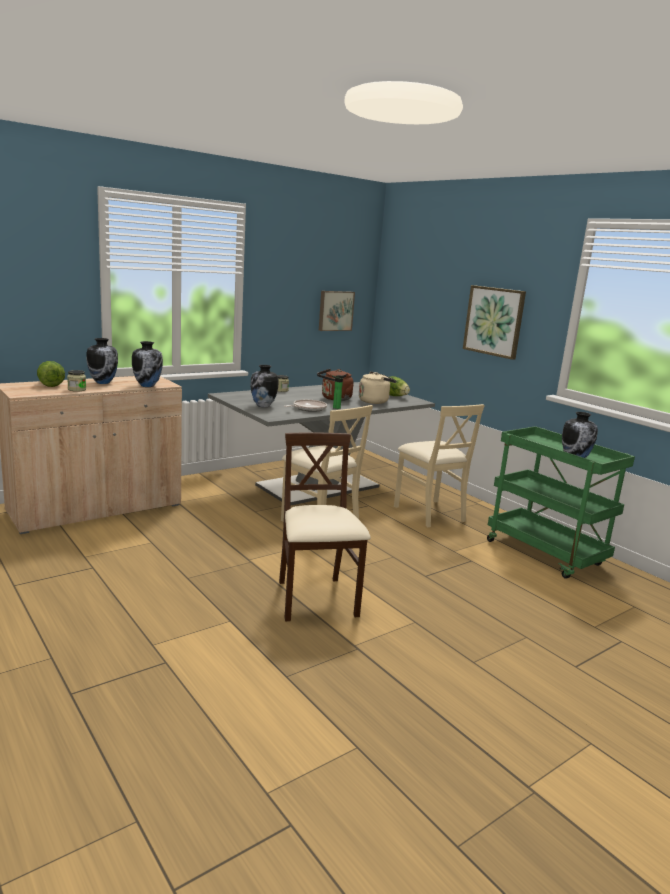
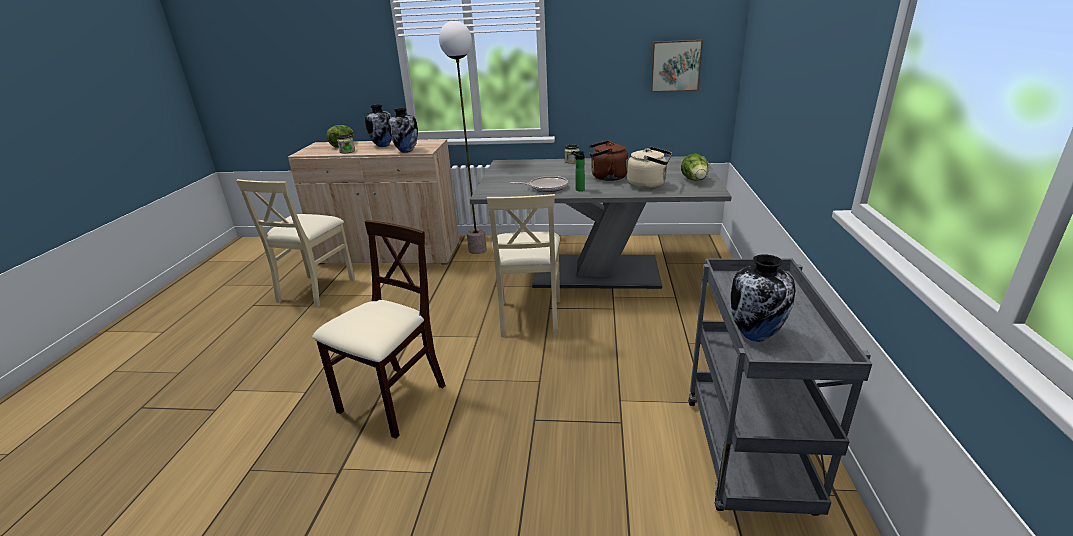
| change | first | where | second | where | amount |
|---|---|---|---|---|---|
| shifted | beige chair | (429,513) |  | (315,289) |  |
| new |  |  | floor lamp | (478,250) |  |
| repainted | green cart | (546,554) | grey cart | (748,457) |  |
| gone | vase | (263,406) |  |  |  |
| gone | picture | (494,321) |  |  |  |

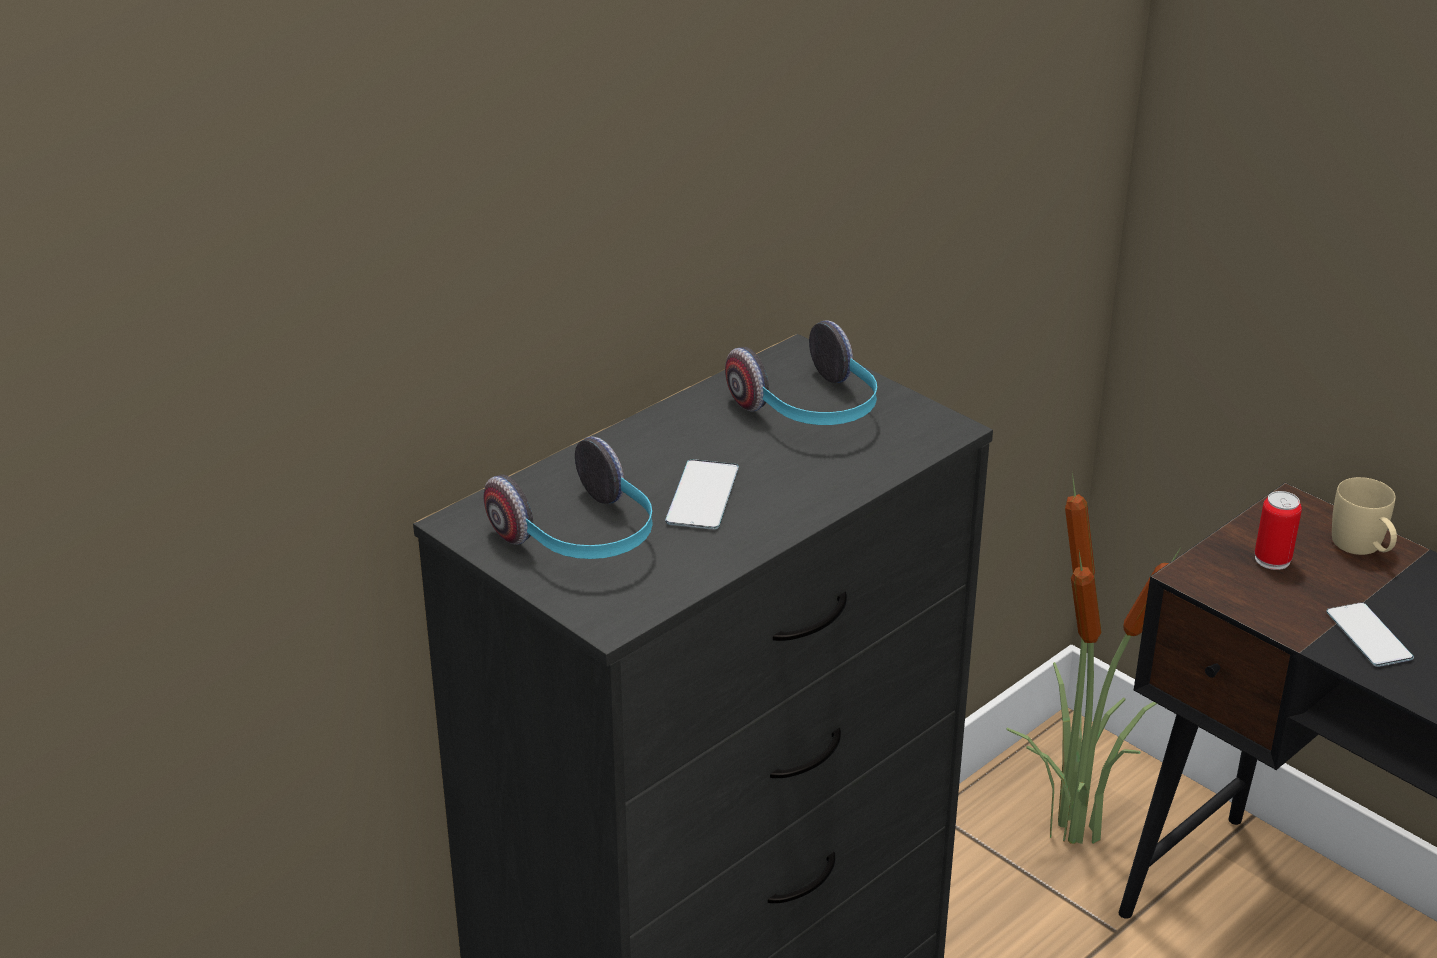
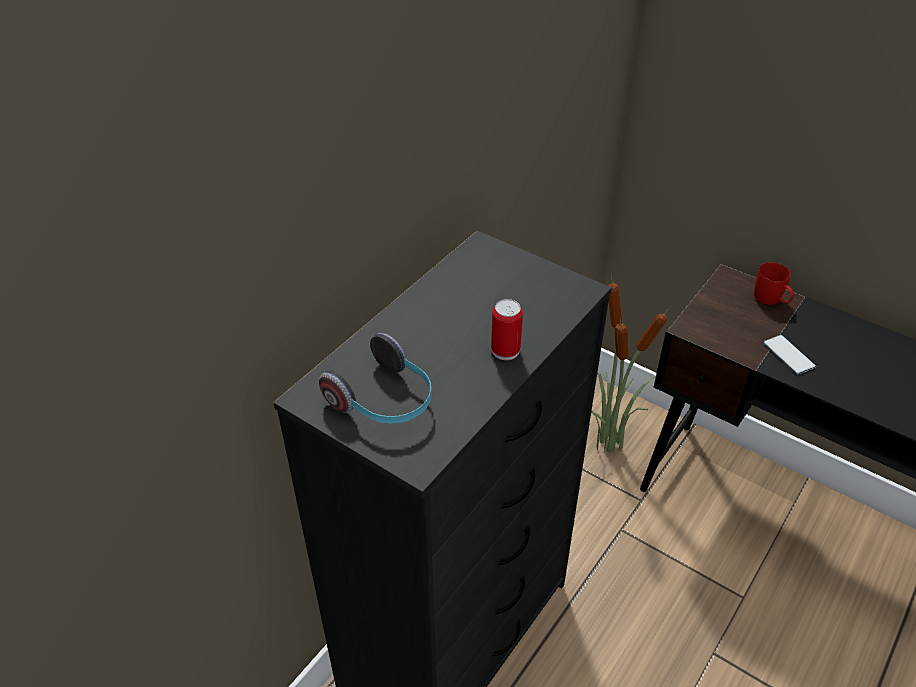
| change | first | where | second | where | amount |
|---|---|---|---|---|---|
| shifted | can | (1272,559) |  | (505,350) |  |
| repainted | beige mug | (1362,548) | red mug | (771,300) |  |
| gone | phone | (702,495) |  |  |  |
| gone | headphones | (810,410) |  |  |  |

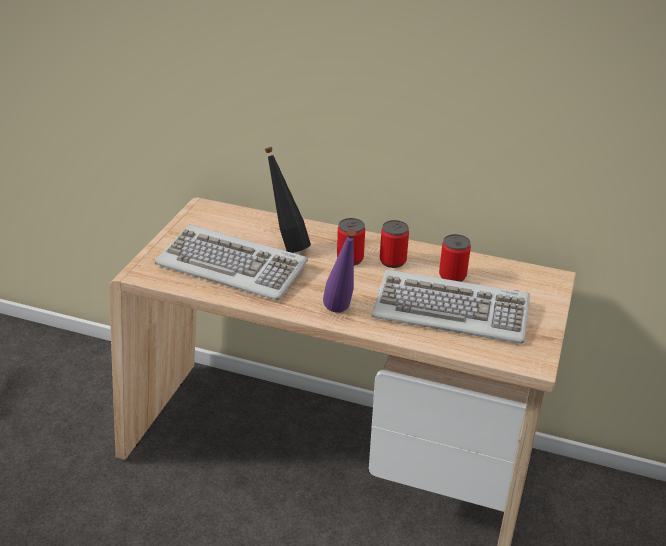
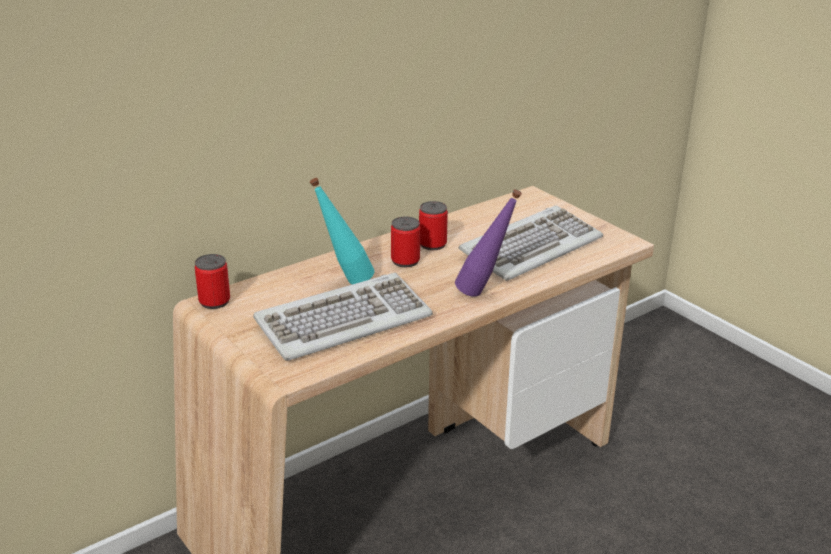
| change | first | where | second | where | amount |
|---|---|---|---|---|---|
| shifted | can | (452,276) |  | (214,301) |  |
| repainted | black bottle | (287,246) | turquoise bottle | (344,282) |  |

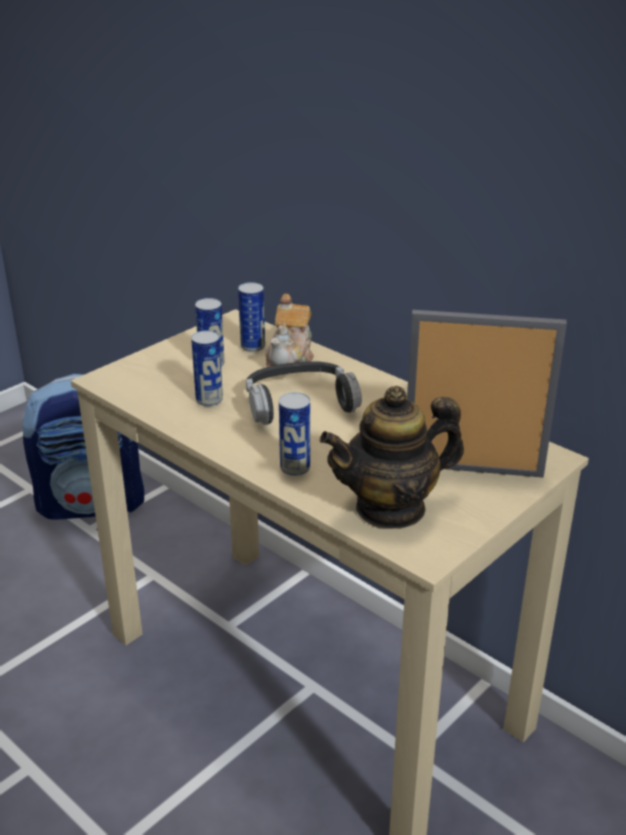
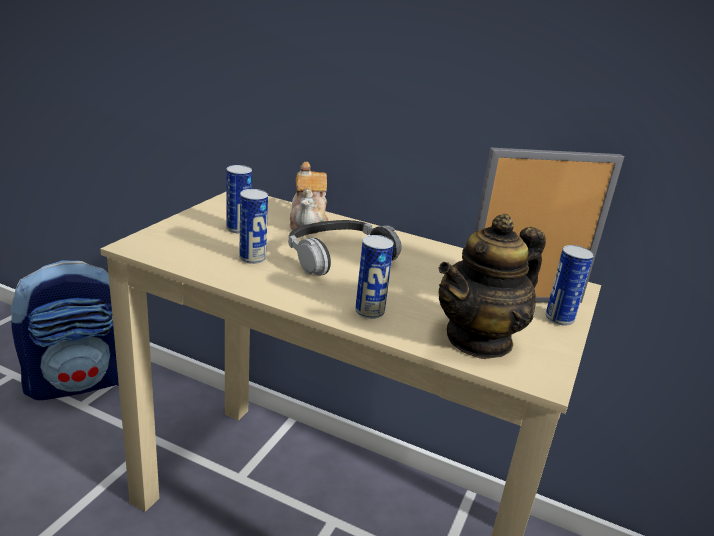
| change | first | where | second | where | amount |
|---|---|---|---|---|---|
| shifted | can | (253,346) |  | (559,318) |  |

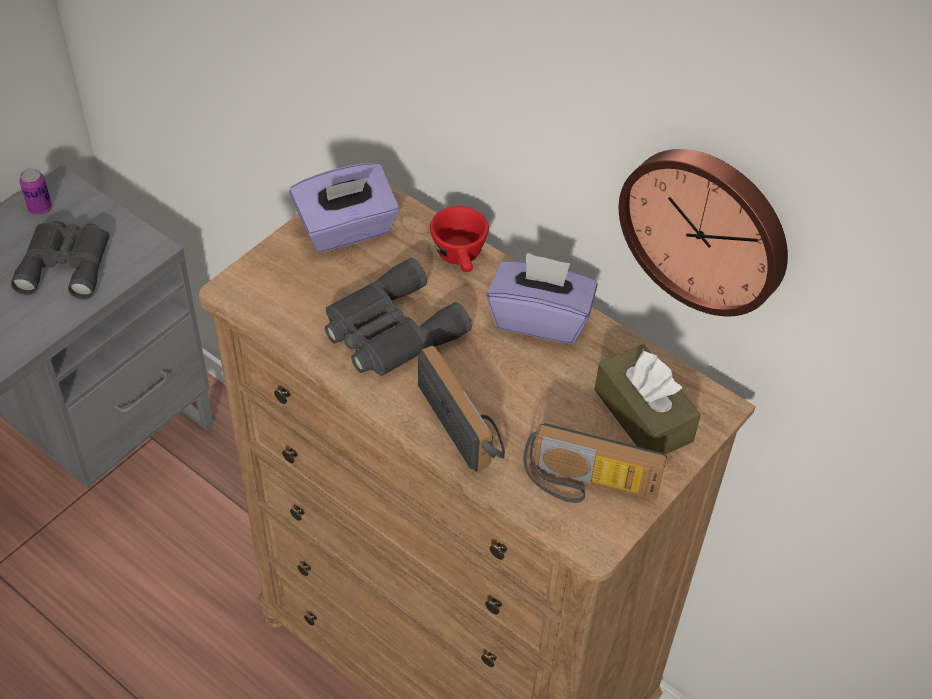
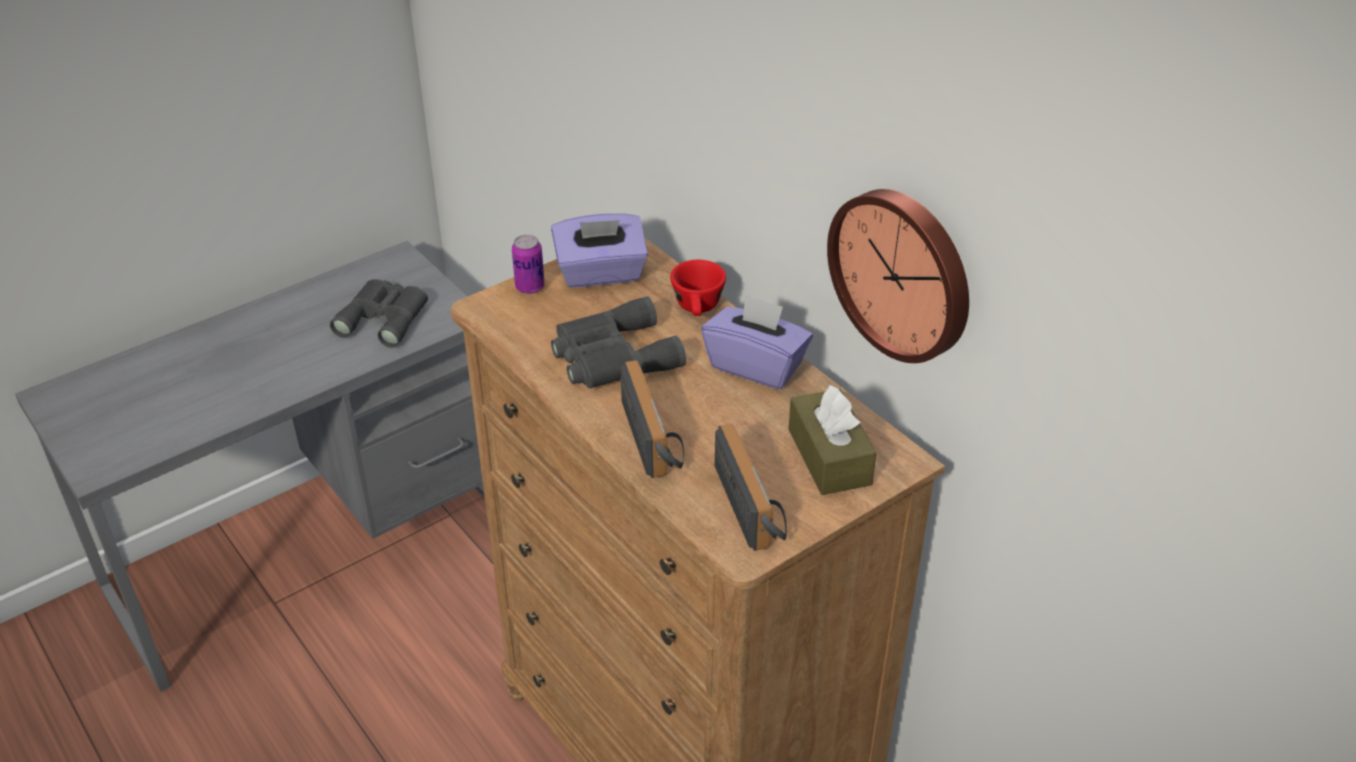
| change | first | where | second | where | amount |
|---|---|---|---|---|---|
| shifted | can | (40,208) |  | (530,287) |  |
| rotated | radio | (588,487) |  | (755,506) | 135 degrees counterclockwise |

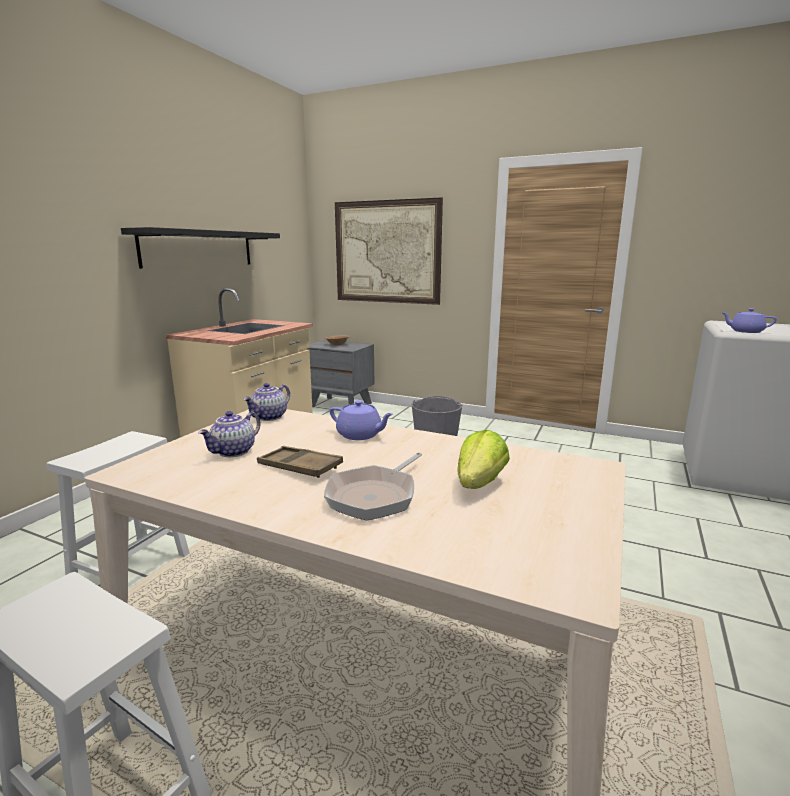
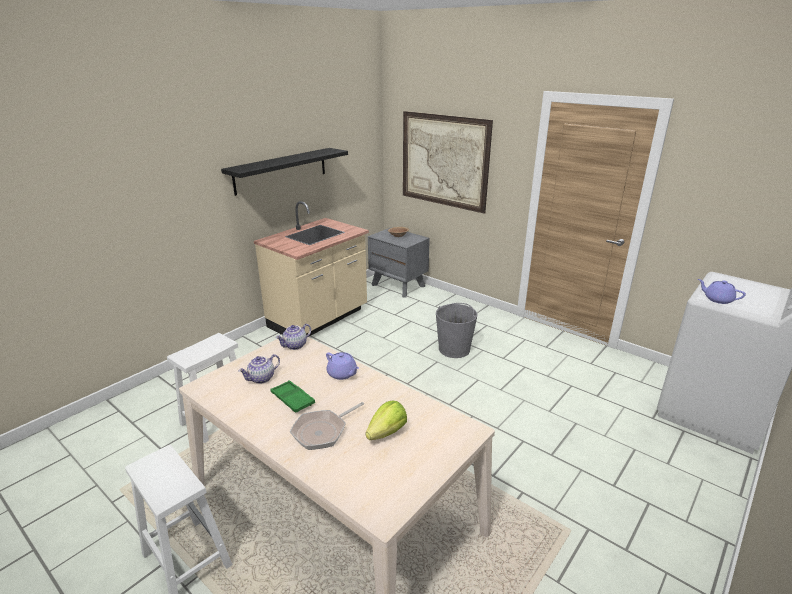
| change | first | where | second | where | amount |
|---|---|---|---|---|---|
| repainted | brown tray | (299,467) | green tray | (292,399) |  |

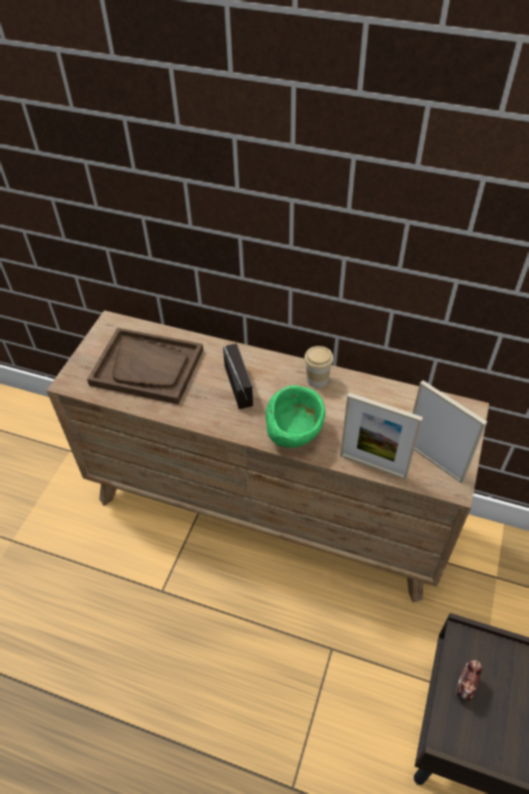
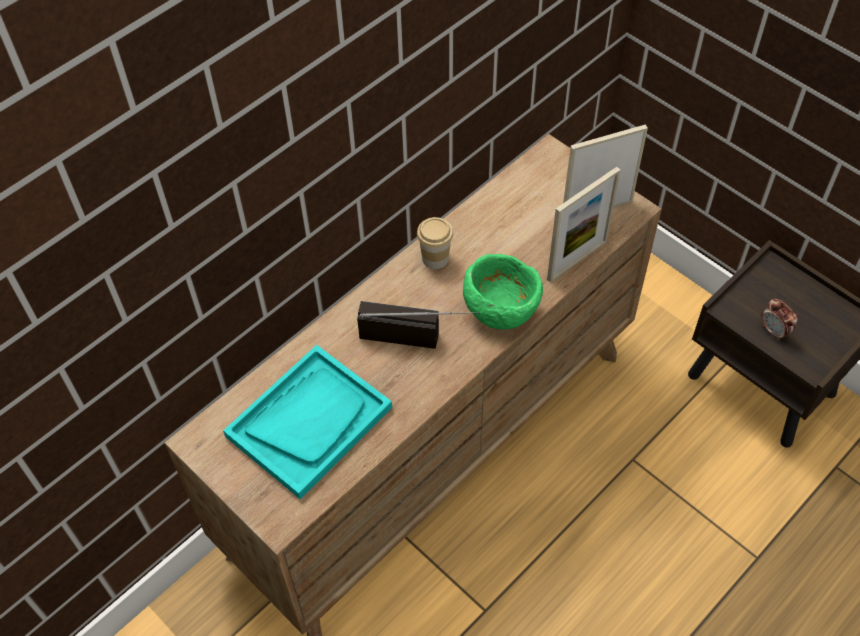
| change | first | where | second | where | amount |
|---|---|---|---|---|---|
| repainted | brown tray | (147,367) | turquoise tray | (309,421) |  |

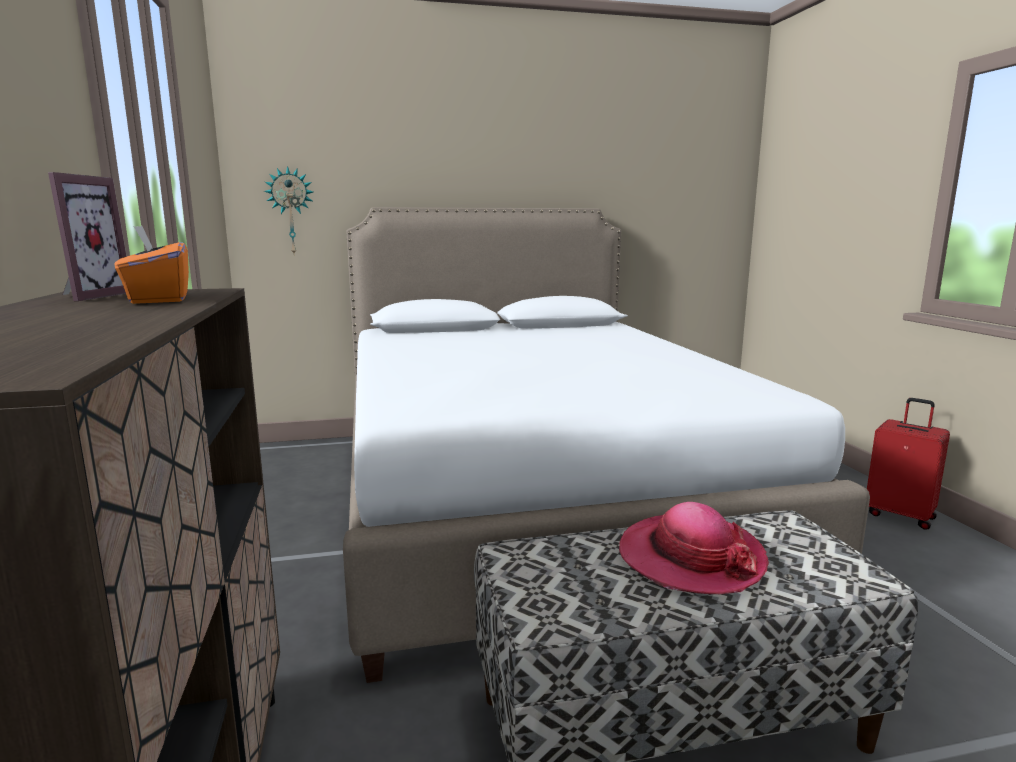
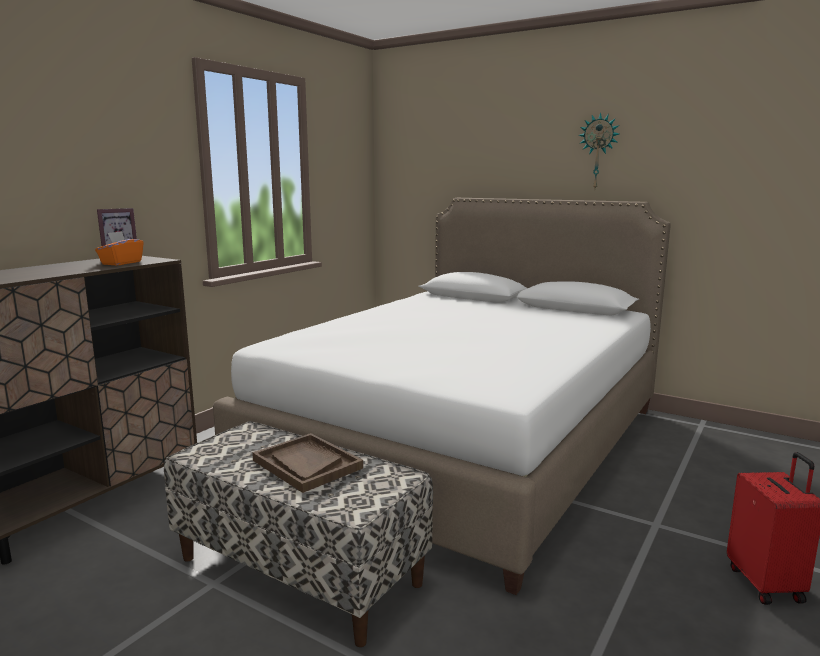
| change | first | where | second | where | amount |
|---|---|---|---|---|---|
| swapped | hat | (690,558) | brown tray | (306,464) |  |
| shifted | wall clock | (291,211) |  | (598,152) |  |

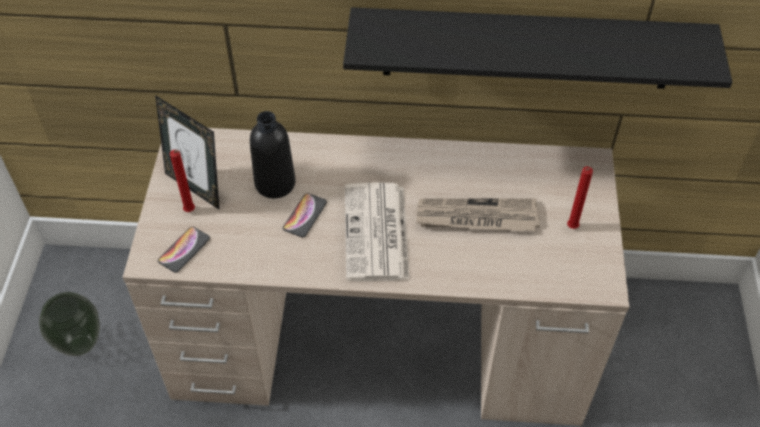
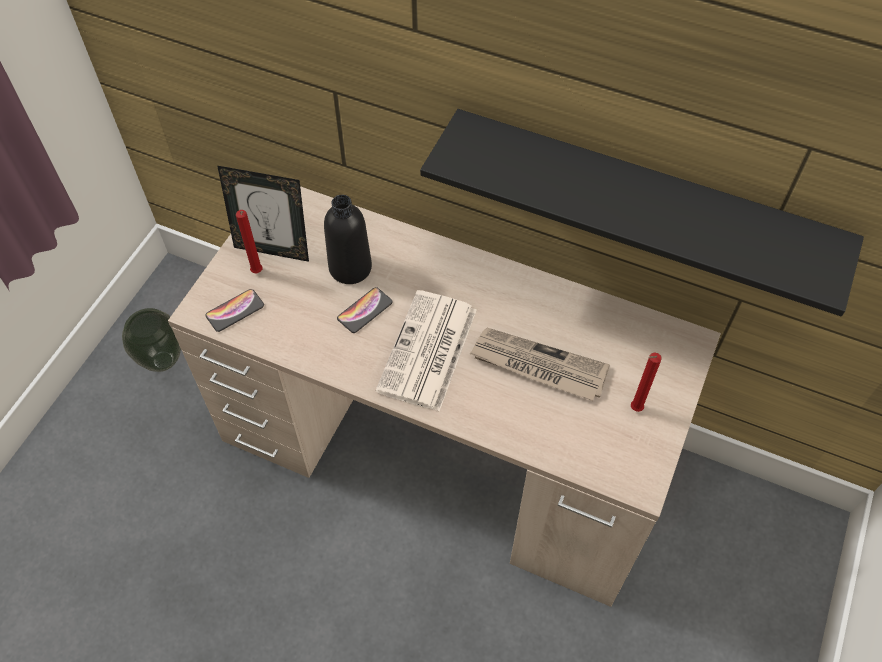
| change | first | where | second | where | amount |
|---|---|---|---|---|---|
| rotated | picture frame | (196,187) |  | (273,249) | 45 degrees counterclockwise |

